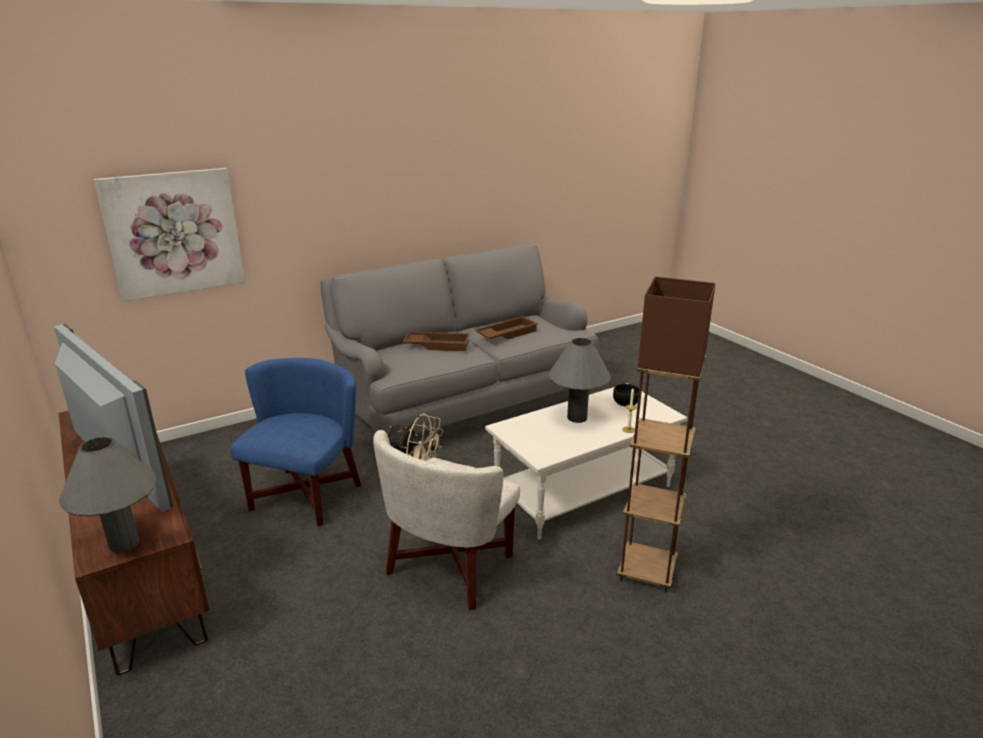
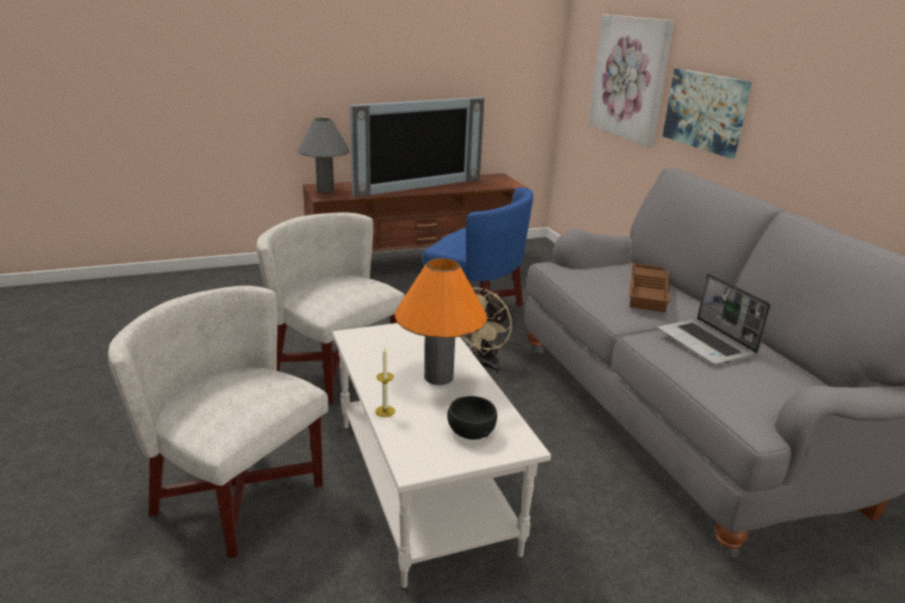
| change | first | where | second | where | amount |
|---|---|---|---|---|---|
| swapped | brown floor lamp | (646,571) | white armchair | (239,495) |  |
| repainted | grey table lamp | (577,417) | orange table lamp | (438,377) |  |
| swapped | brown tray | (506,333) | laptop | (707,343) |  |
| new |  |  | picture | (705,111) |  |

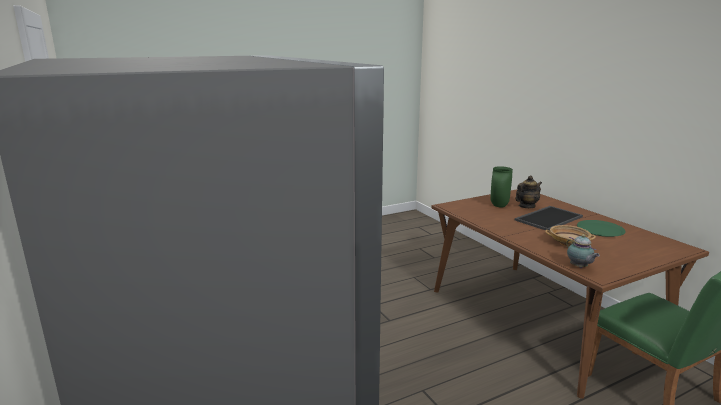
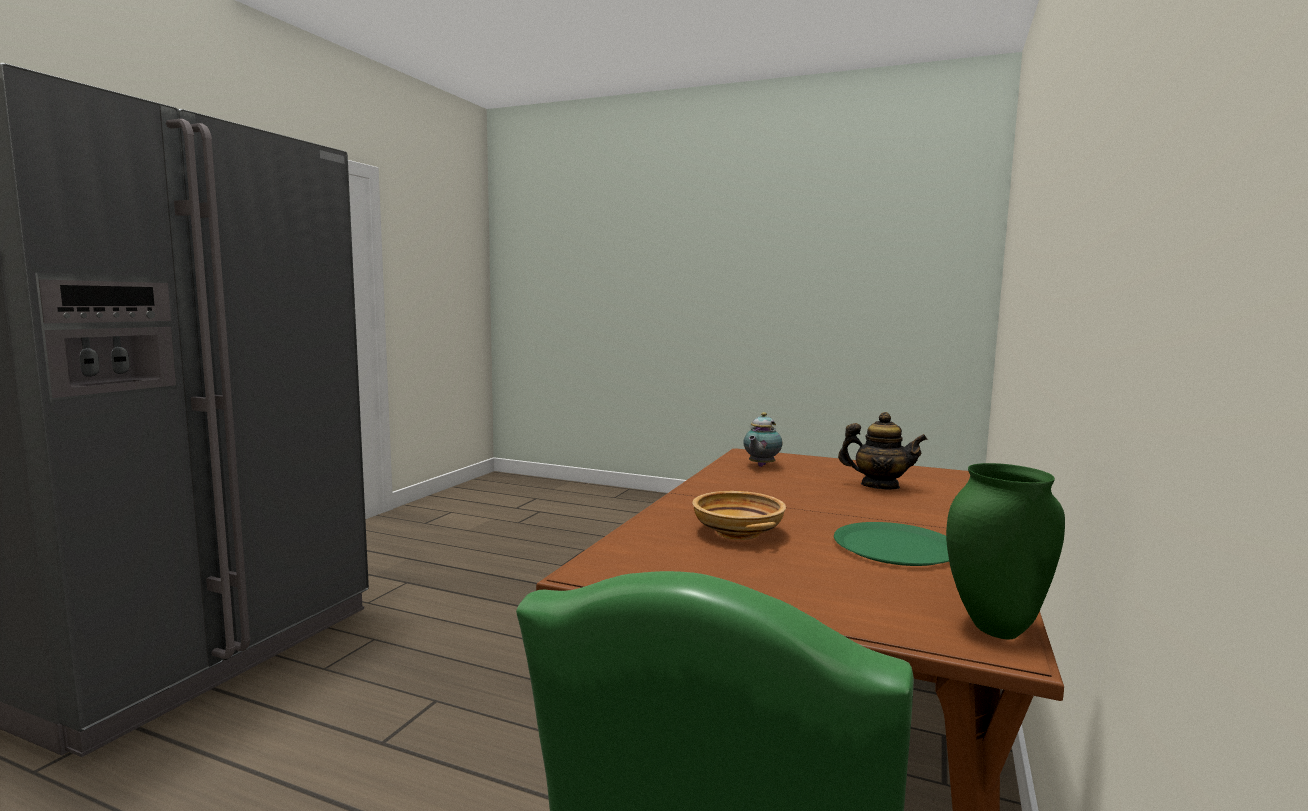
| change | first | where | second | where | amount |
|---|---|---|---|---|---|
| shifted | teapot | (579,267) |  | (760,466) |  |
| shifted | green vase | (498,205) |  | (994,627) |  |
| gone | tray | (548,218) |  |  |  |

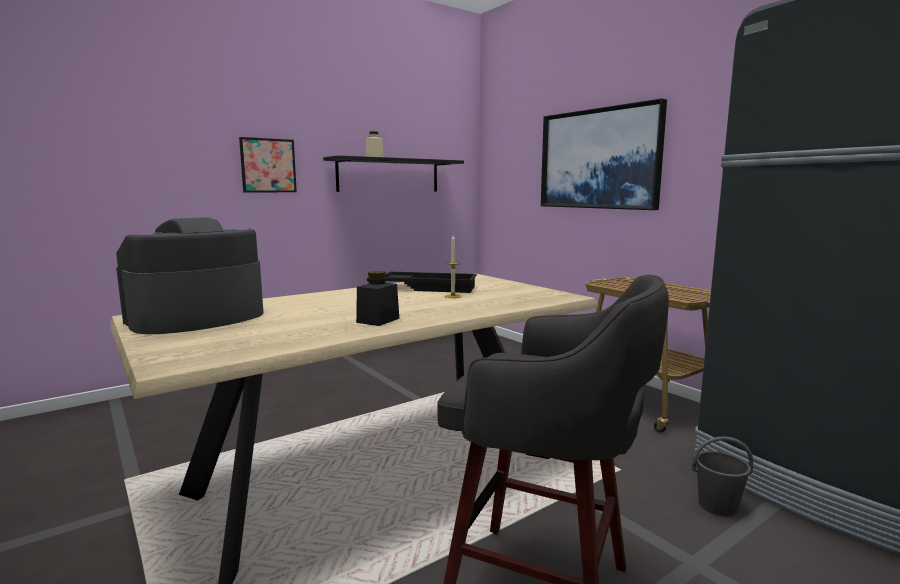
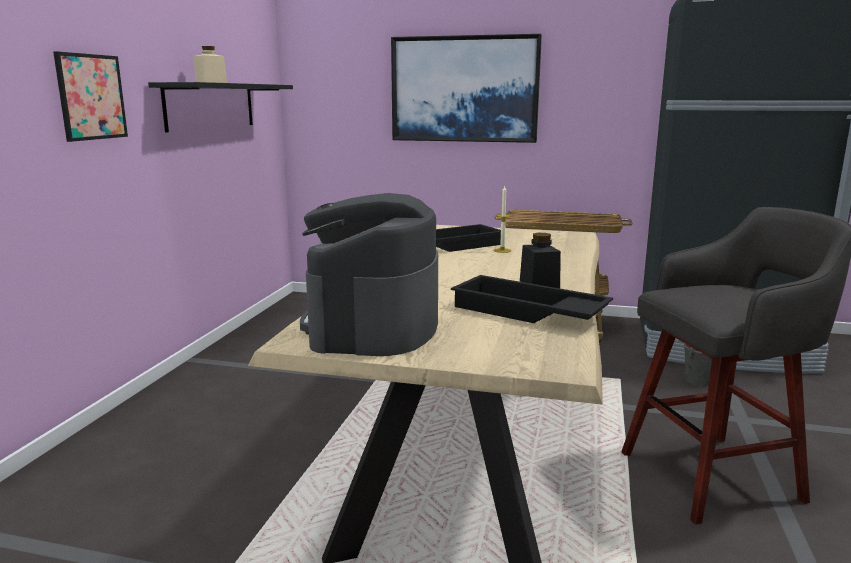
| change | first | where | second | where | amount |
|---|---|---|---|---|---|
| new |  |  | black tray | (526,312) |  |

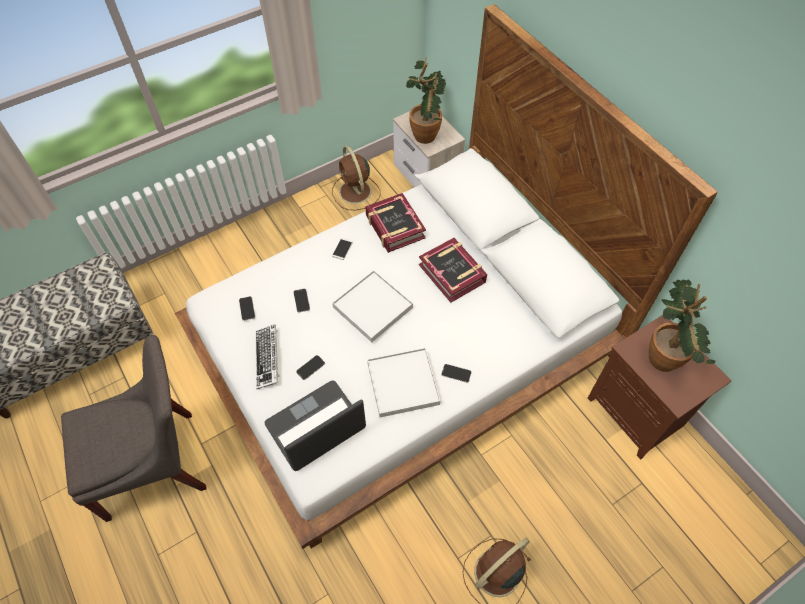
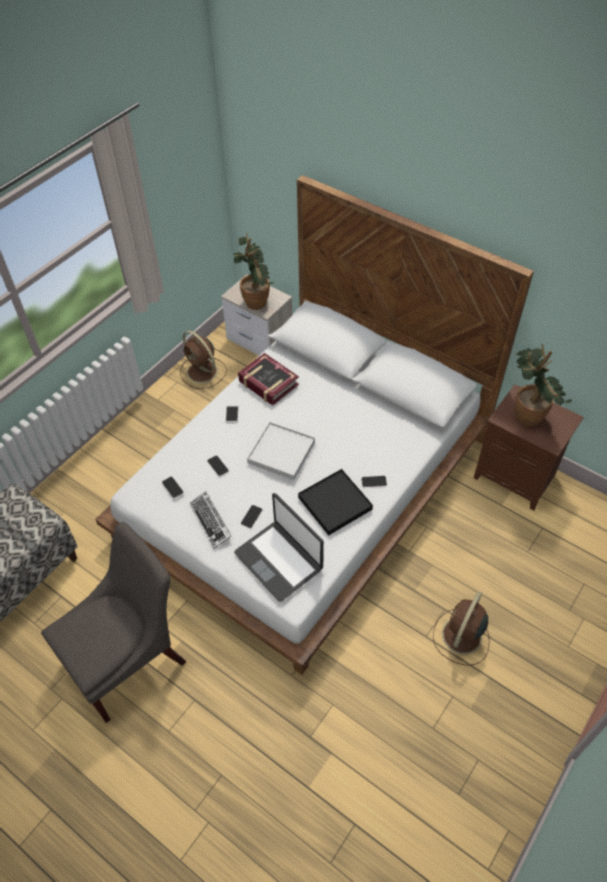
| change | first | where | second | where | amount |
|---|---|---|---|---|---|
| rotated | laptop | (316,427) |  | (279,560) | 75 degrees counterclockwise |
| repainted | white tray | (403,383) | black tray | (335,503) |  |
| gone | book | (452,273) |  |  |  |

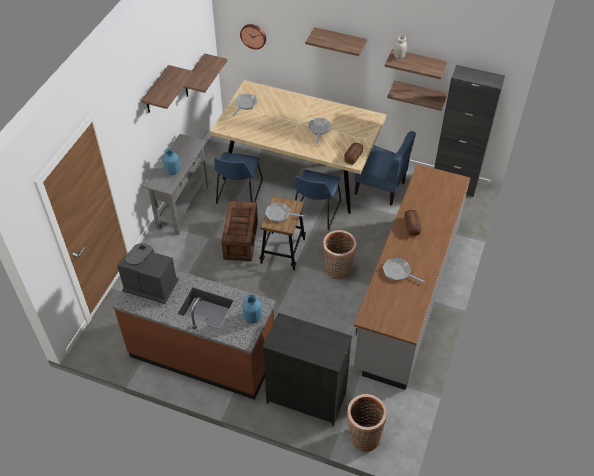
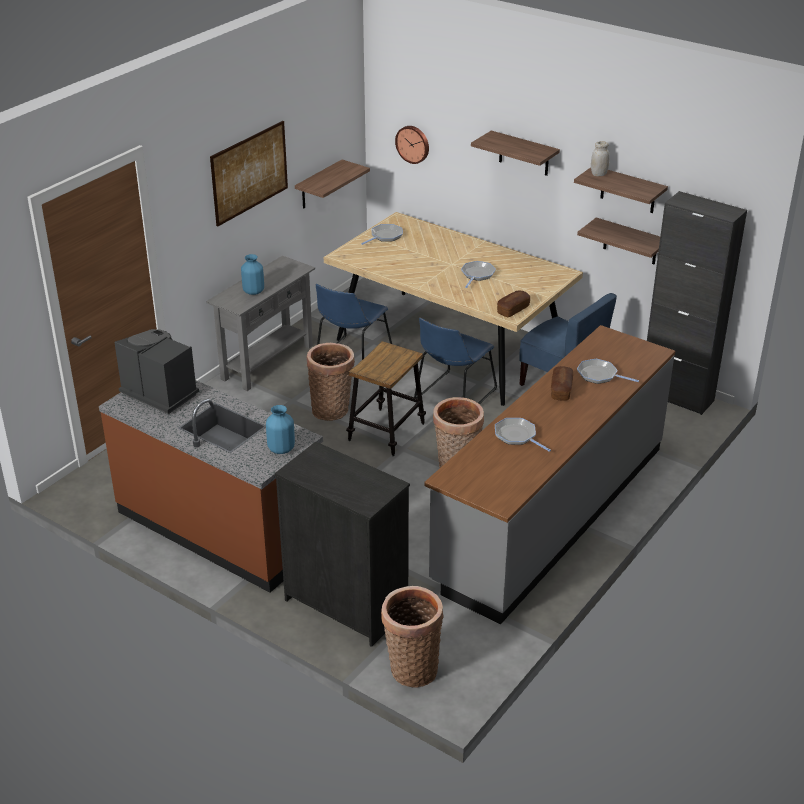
| change | first | where | second | where | amount |
|---|---|---|---|---|---|
| swapped | shelf | (156,91) | picture | (249,172) |  |
| swapped | crate | (241,239) | basket | (332,409) |  |
| shifted | frying pan | (279,214) |  | (599,375) |  |

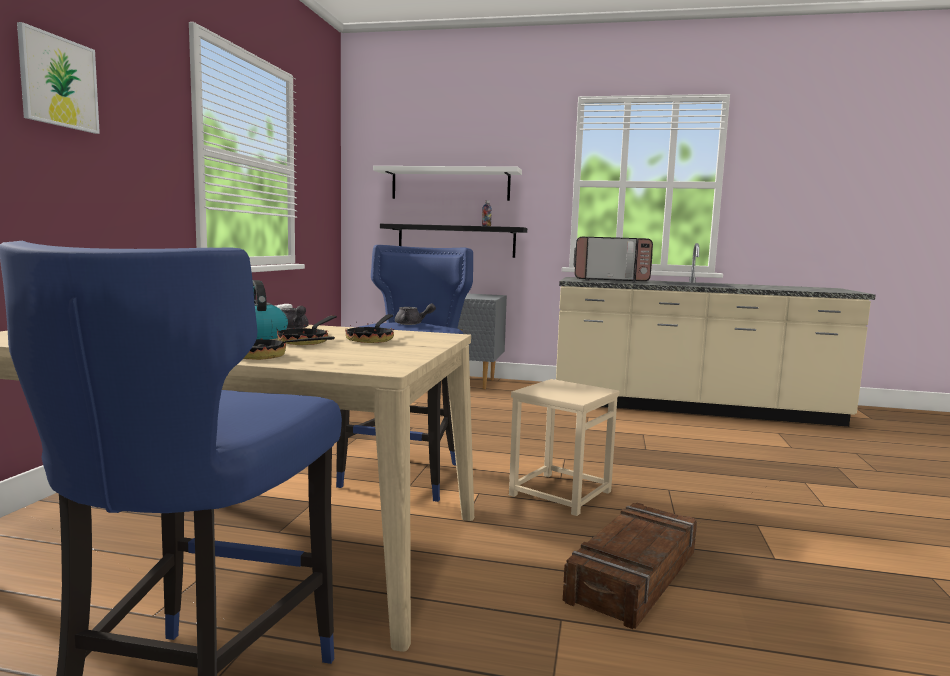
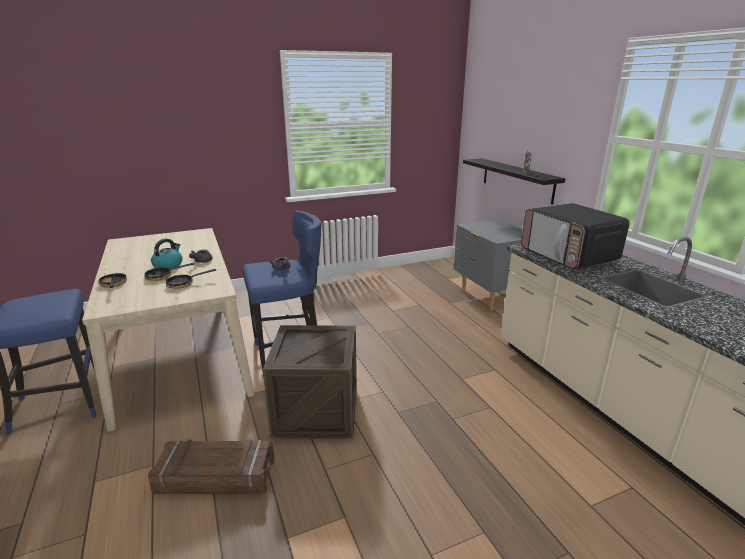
| change | first | where | second | where | amount |
|---|---|---|---|---|---|
| swapped | beige stool | (560,493) | crate | (316,411) |  |
| gone | picture | (58,82) |  |  |  |
| gone | white shelf | (450,184) |  |  |  |

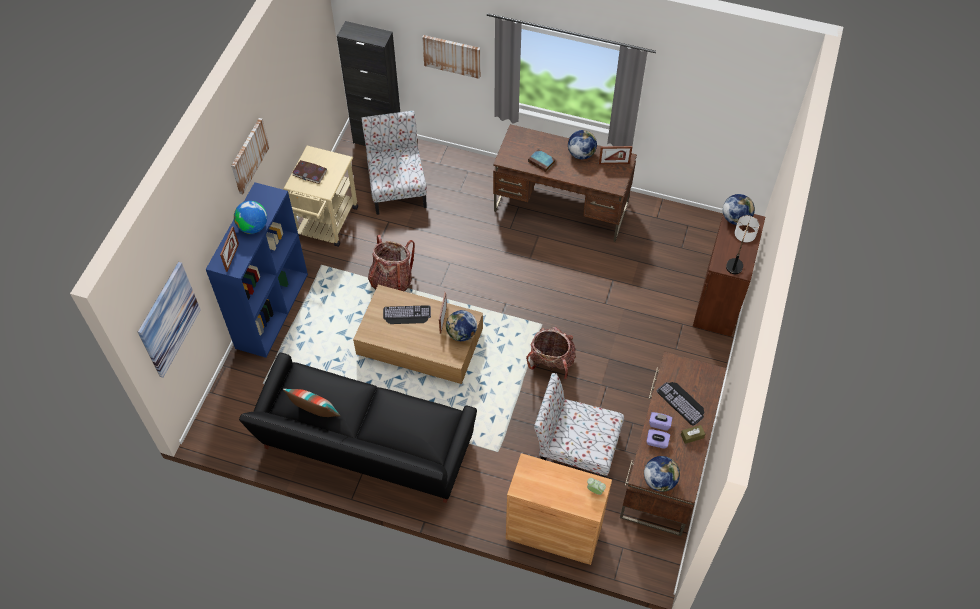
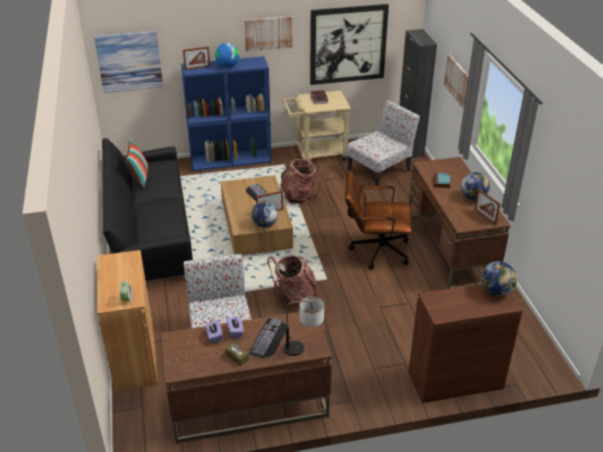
| change | first | where | second | where | amount |
|---|---|---|---|---|---|
| shifted | table lamp | (736,259) |  | (304,348) |  |
| new |  |  | picture | (348,44) |  |
| new |  |  | brown office chair | (374,250) |  |
| gone | globe | (659,480) |  |  |  |

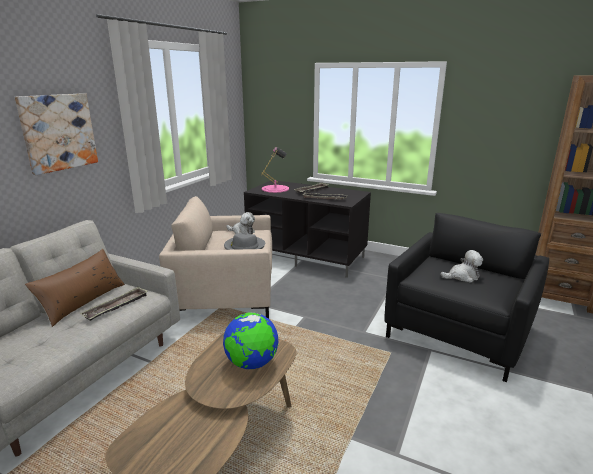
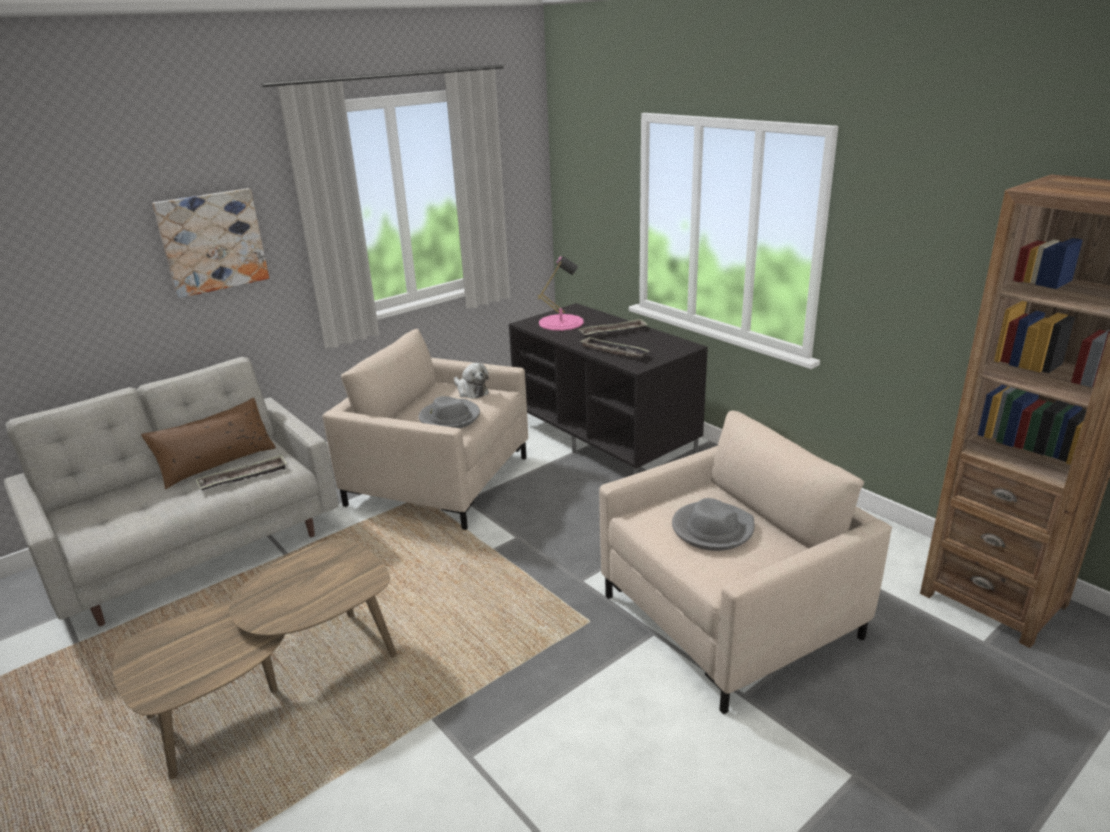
| change | first | where | second | where | amount |
|---|---|---|---|---|---|
| repainted | black armchair | (459,332) | beige armchair | (730,617) |  |
| swapped | plush toy | (462,276) | grey hat | (712,529) |  |
| gone | globe | (251,363) |  |  |  |

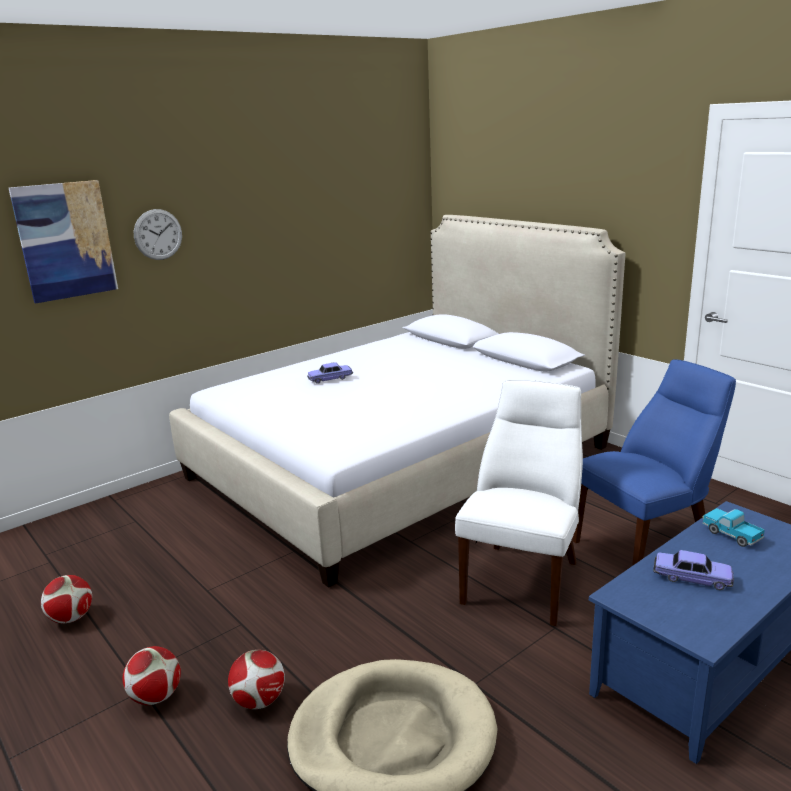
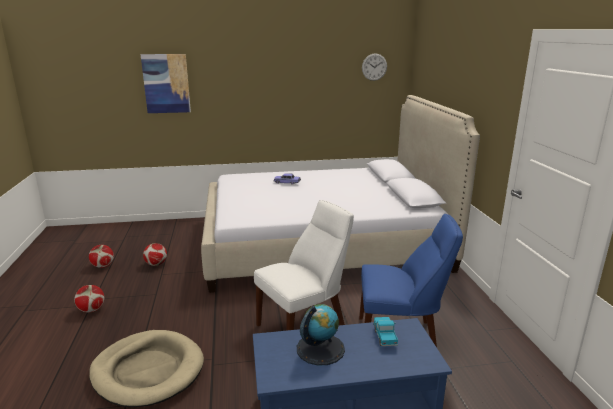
| change | first | where | second | where | amount |
|---|---|---|---|---|---|
| shifted | football | (259,701) |  | (156,264) |  |
| swapped | toy car | (692,578) | globe | (320,348) |  |
| shifted | wall clock | (158,234) |  | (374,67) |  |

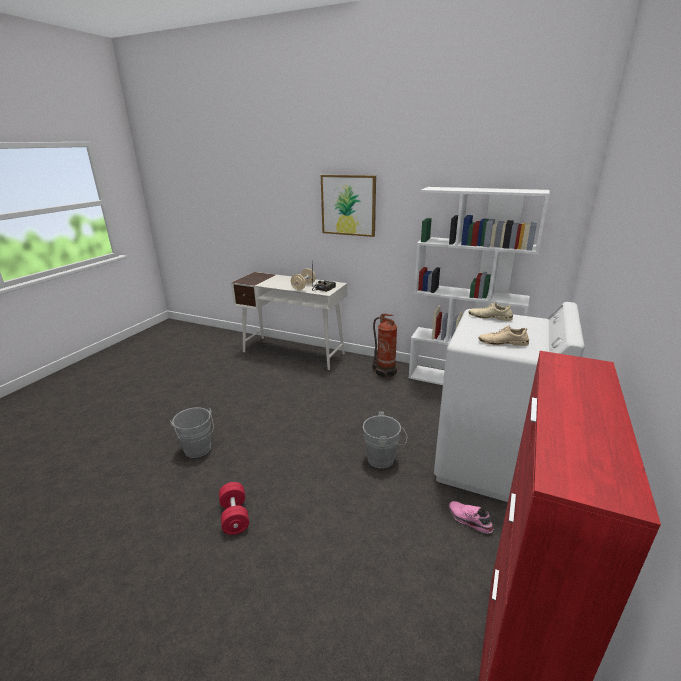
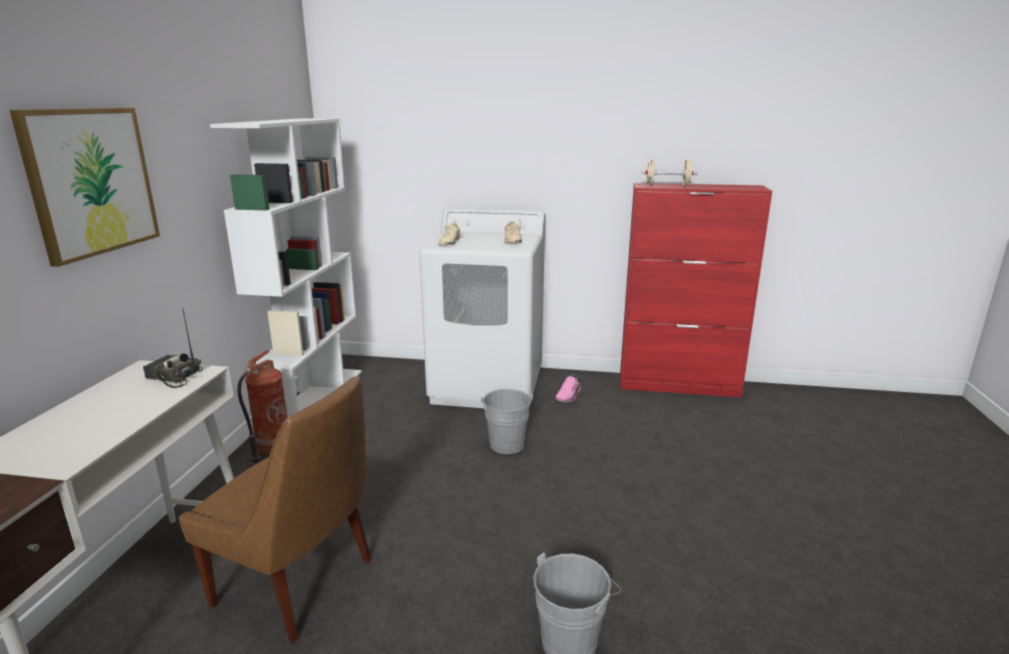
| change | first | where | second | where | amount |
|---|---|---|---|---|---|
| new |  |  | brown chair | (299,584) |  |
| shifted | beige dumbbell | (303,286) |  | (667,185) |  |
| gone | red dumbbell | (235,516) |  |  |  |

